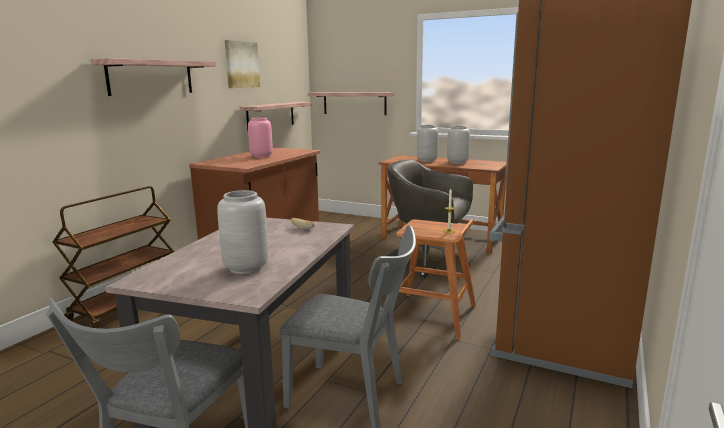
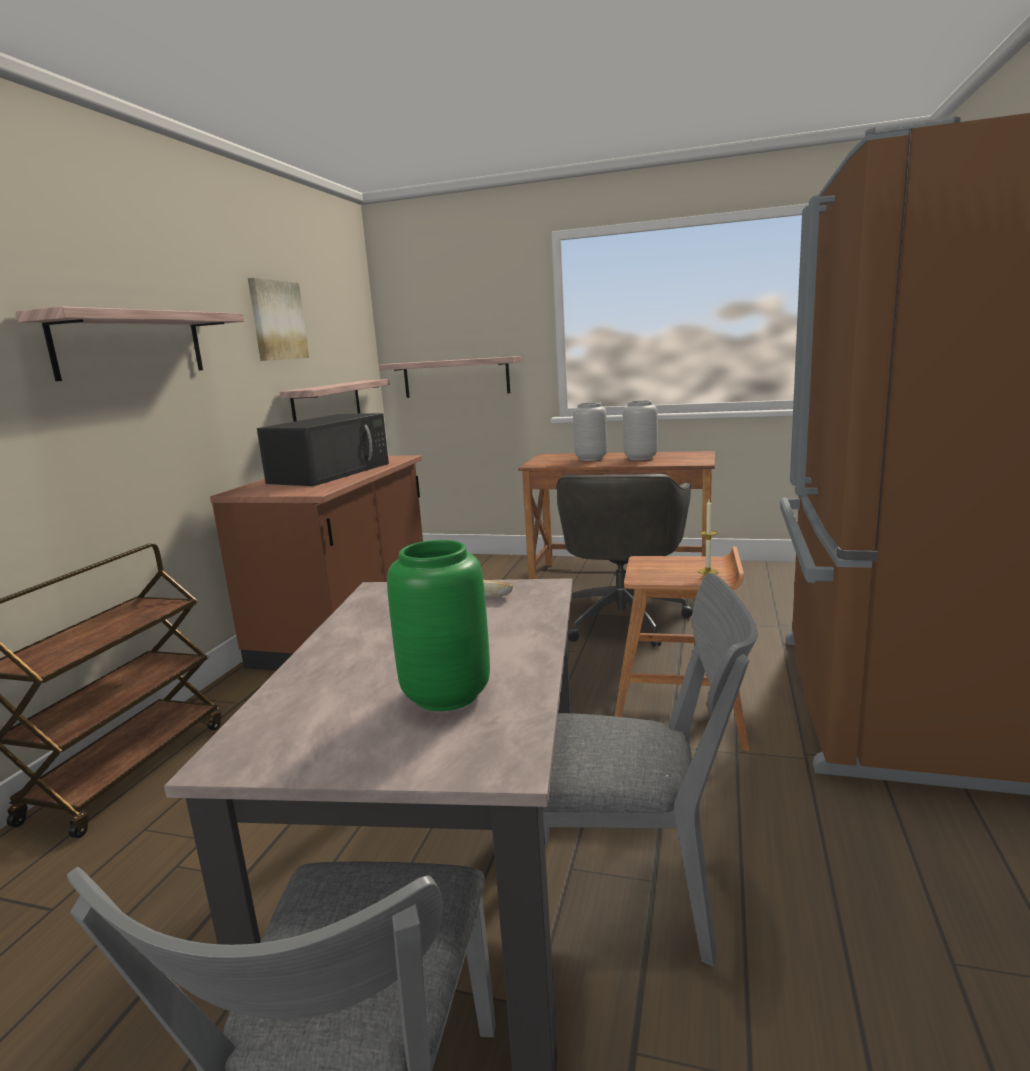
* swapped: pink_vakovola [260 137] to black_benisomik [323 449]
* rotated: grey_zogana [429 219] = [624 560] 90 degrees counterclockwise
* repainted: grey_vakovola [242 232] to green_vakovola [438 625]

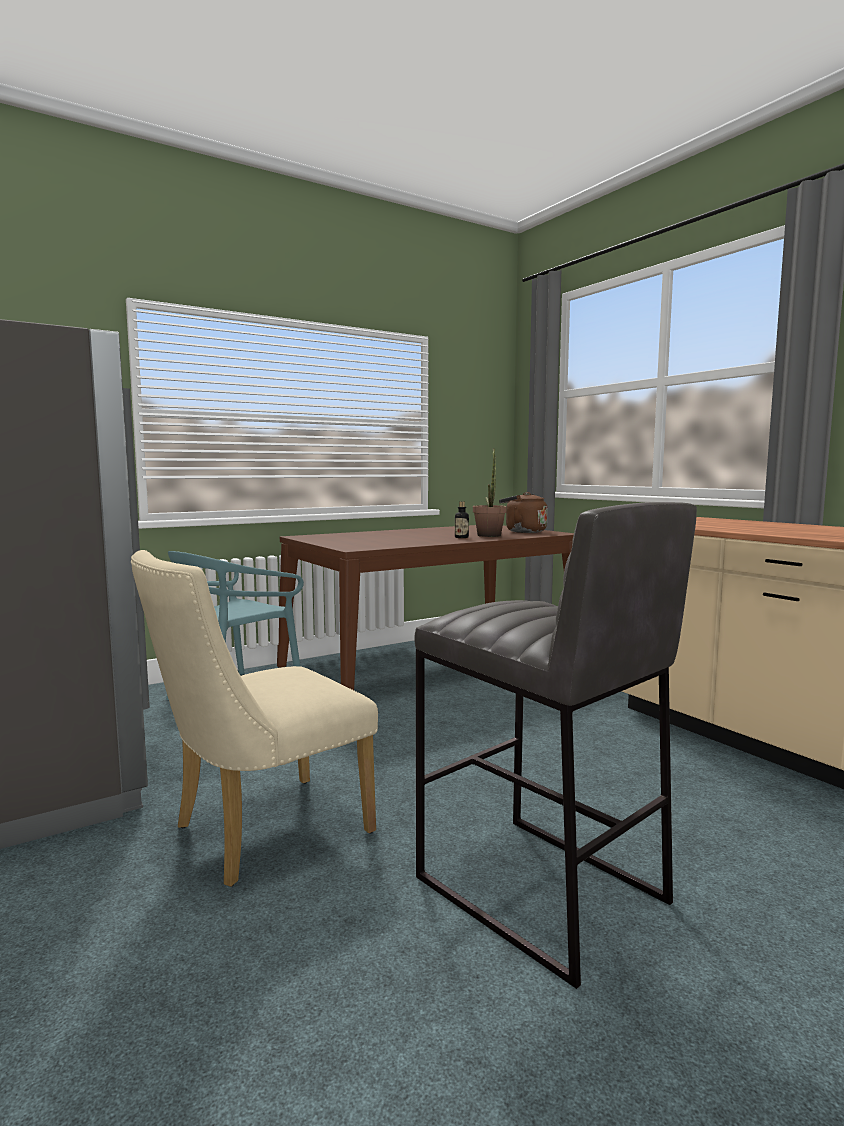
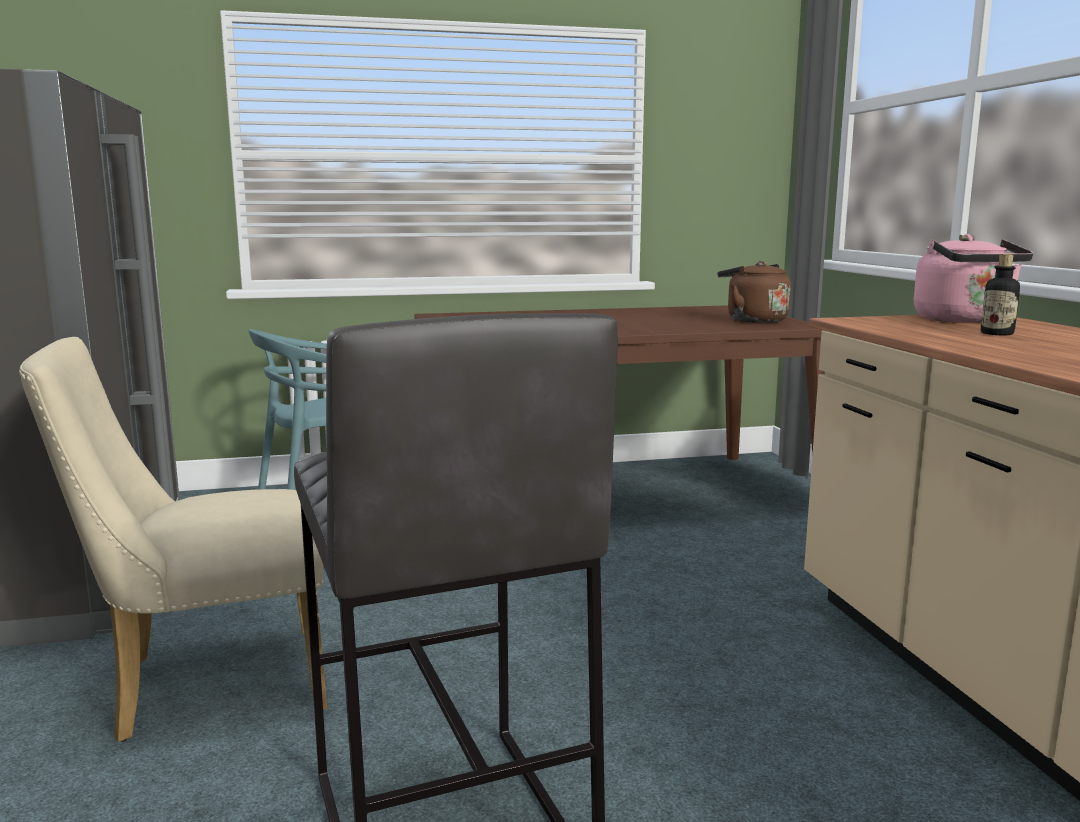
* gone: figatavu [490 492]
* shifted: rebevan [462 519] to [1000 294]
* new: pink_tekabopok [973 278]

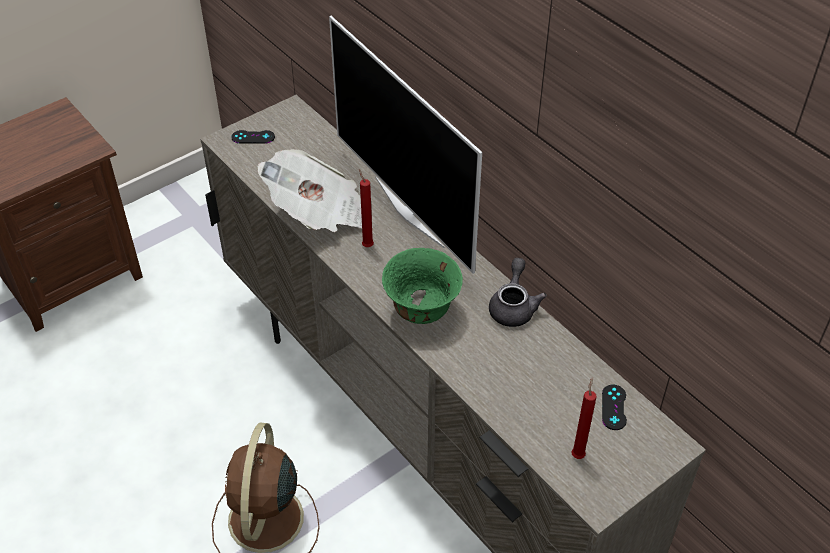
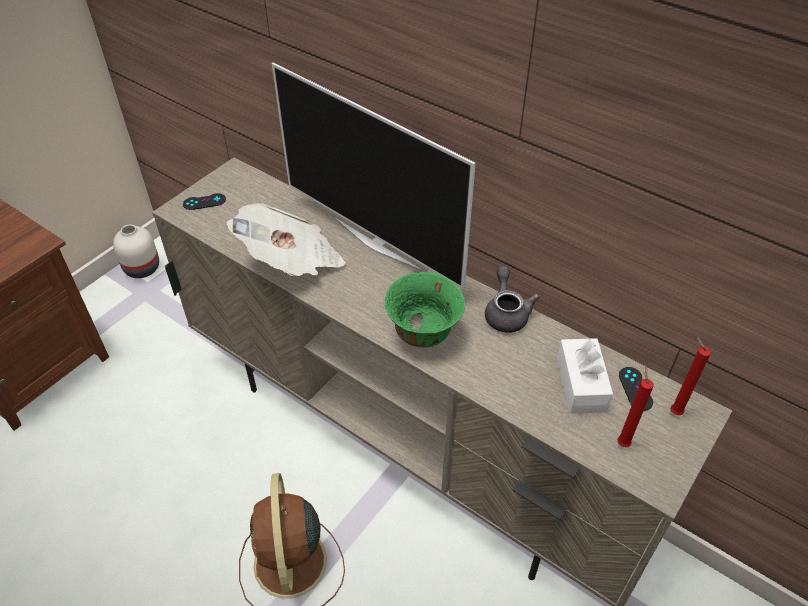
* shifted: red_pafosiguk [366 208] to [690 376]
* new: white_vakovola [136 251]
* new: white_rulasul [585 376]

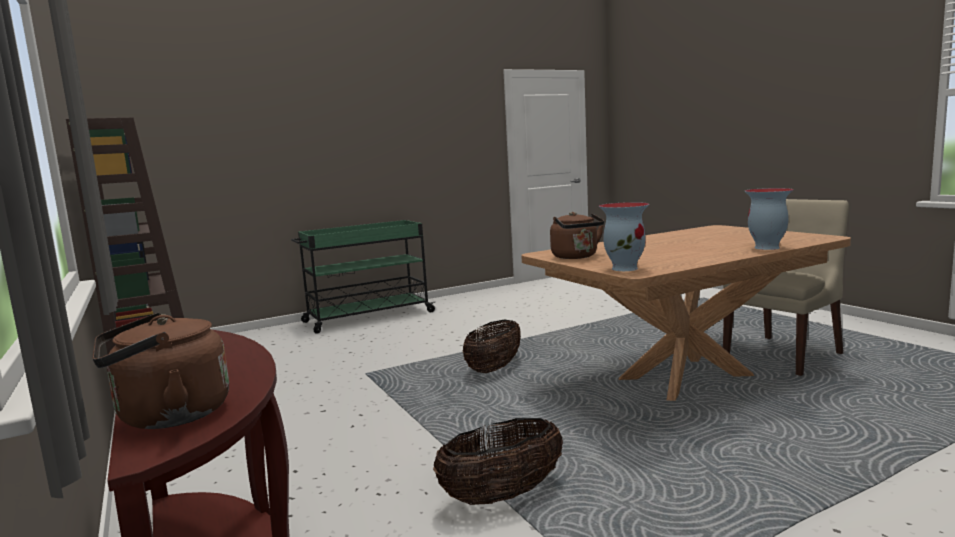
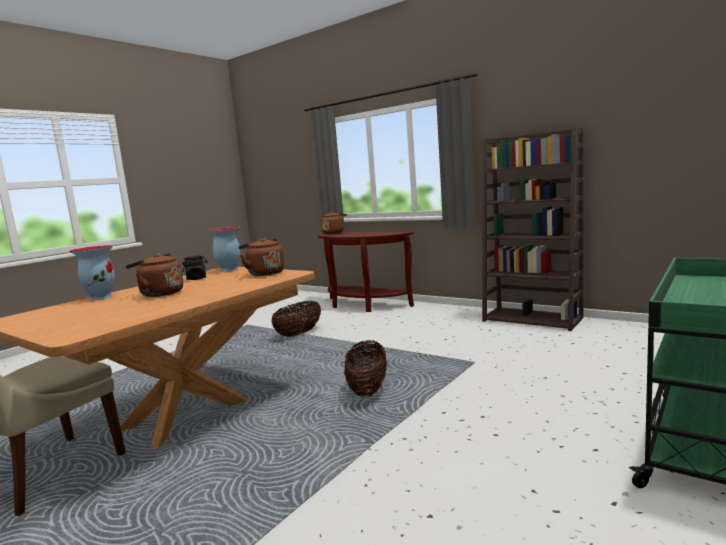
* new: brown_tekabopok [154 275]
* new: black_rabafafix [194 268]

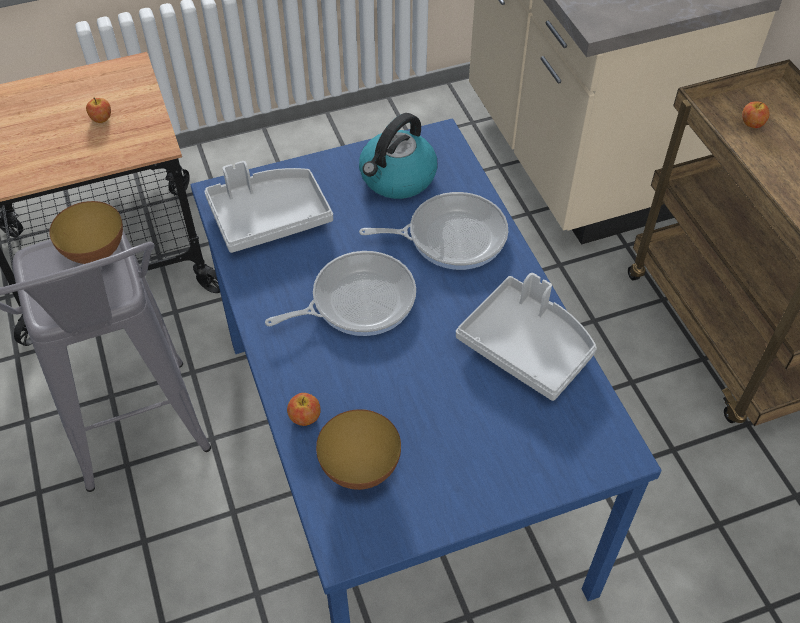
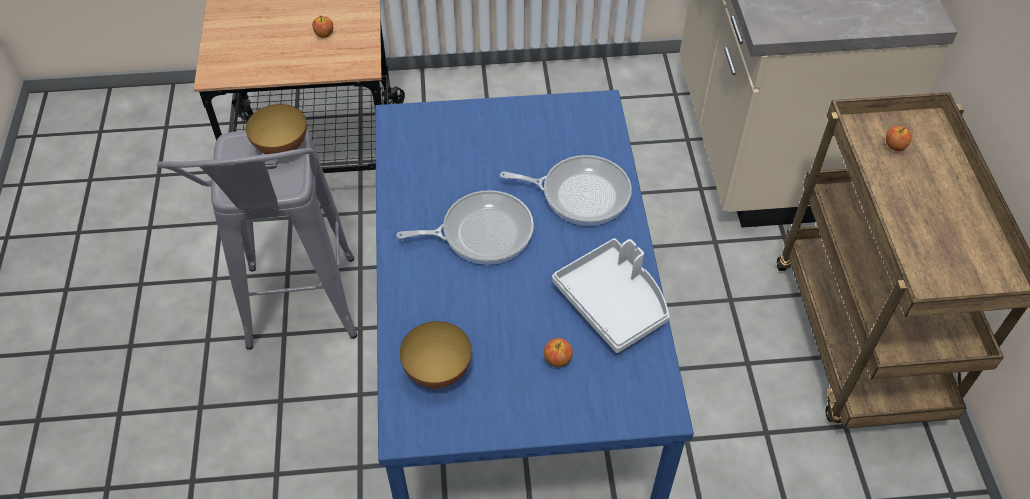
* gone: tekabopok [398 156]
* gone: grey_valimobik [268 207]
* shifted: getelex [304 409] to [558 352]

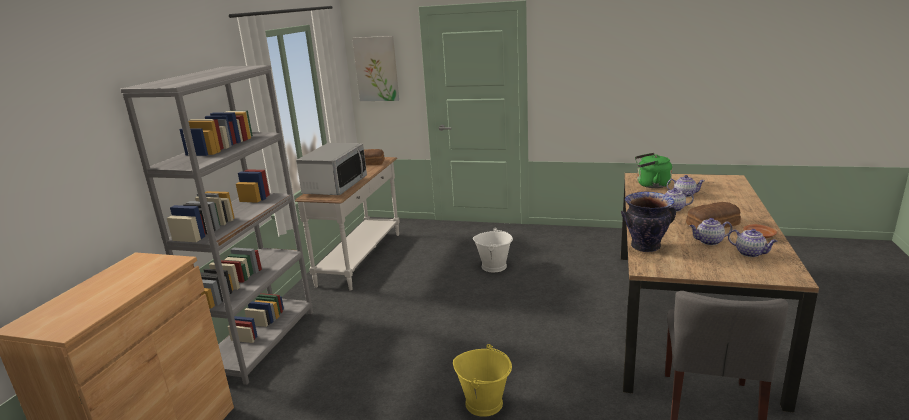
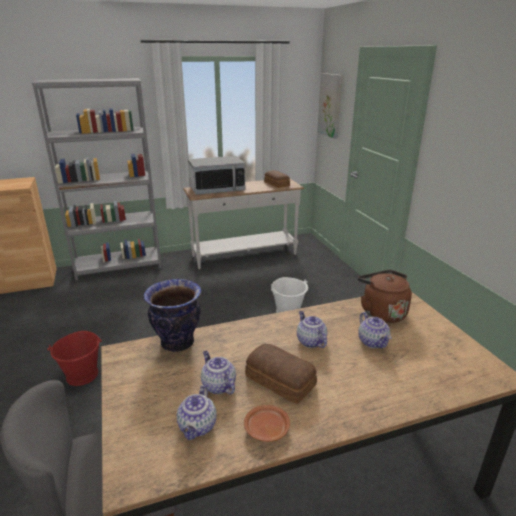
* repainted: green_tekabopok [653 170] to brown_tekabopok [385 296]
* repainted: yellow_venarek [482 380] to red_venarek [74 358]

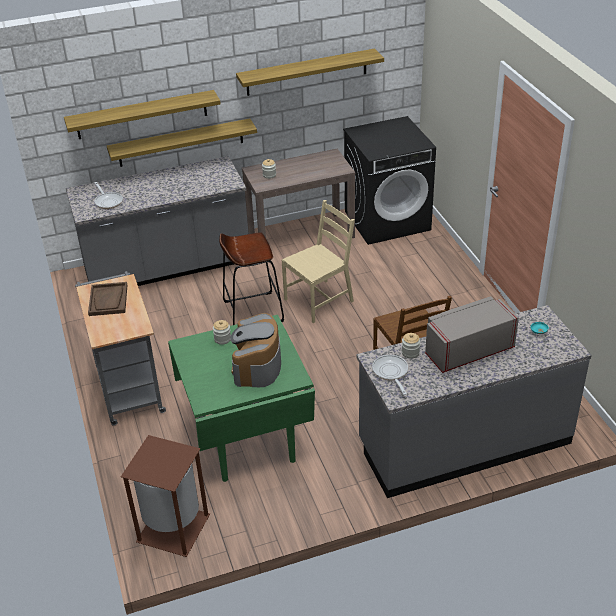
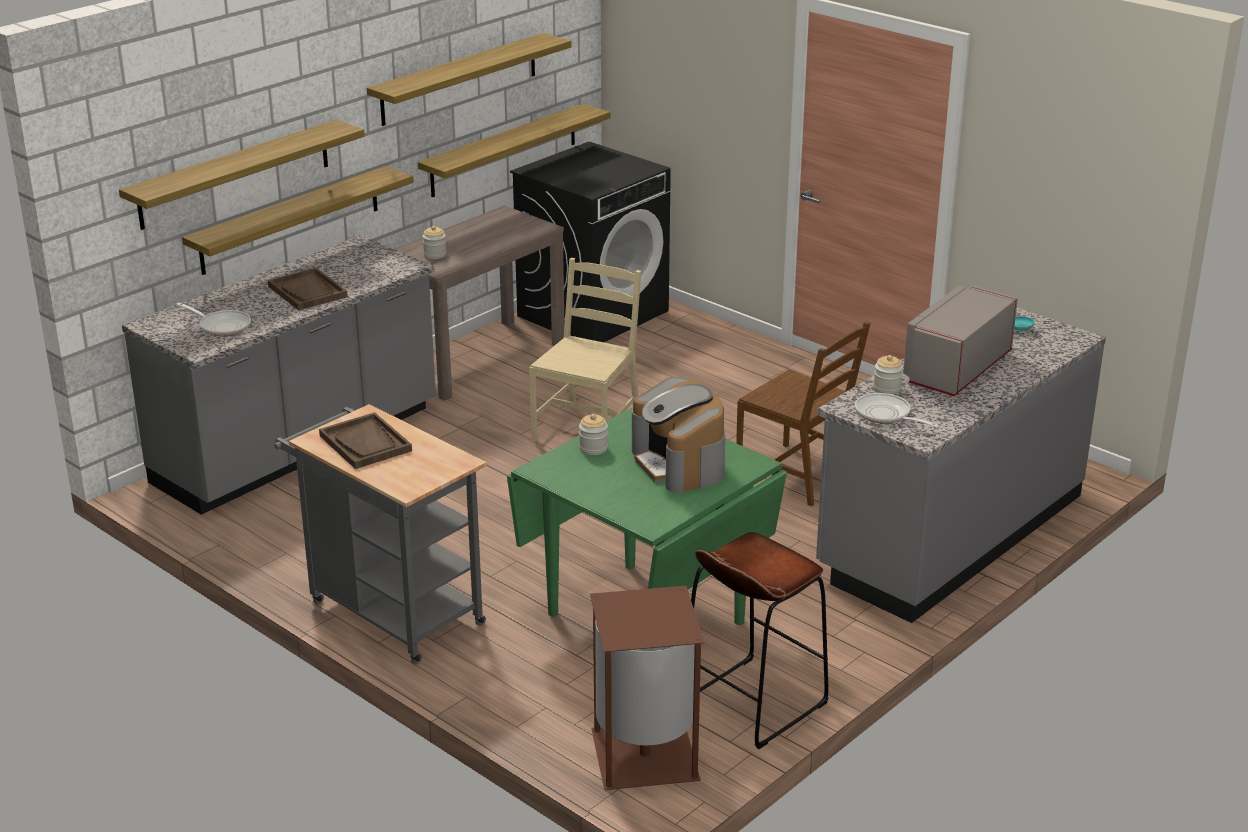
* shifted: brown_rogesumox [251 278] to [760 640]
* new: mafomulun [514 150]
* new: brown_valimobik [308 289]

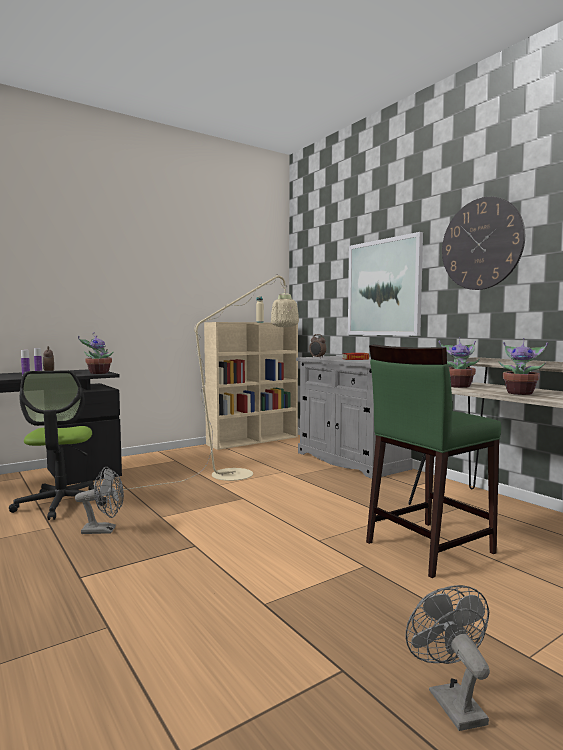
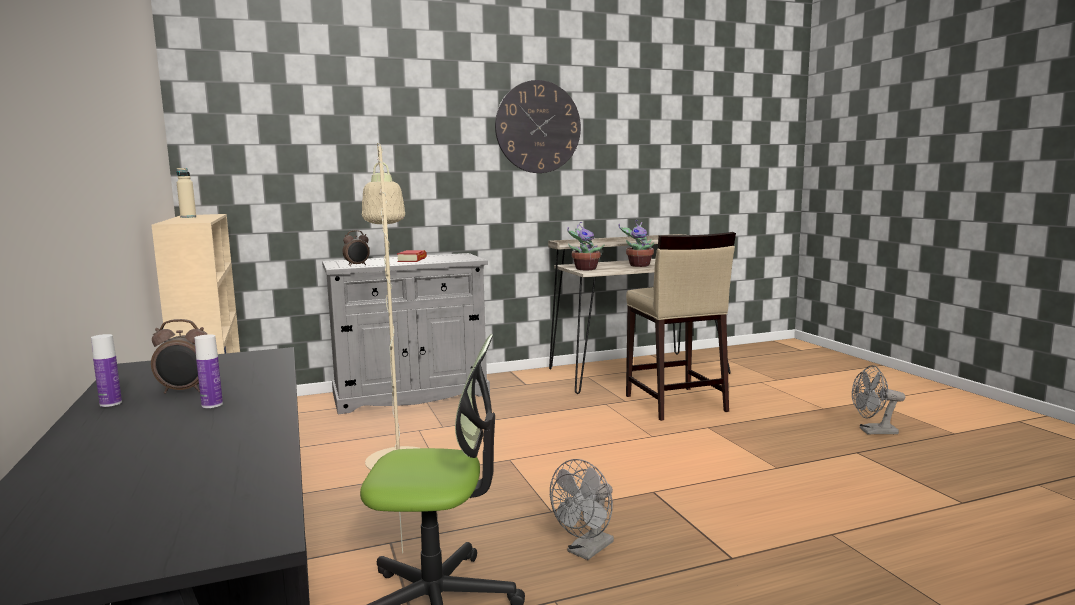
* gone: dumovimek [385 284]
* gone: figatavu [96 353]
* repainted: green_rogesumox [433 461] to beige_rogesumox [681 326]
* rotated: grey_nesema [99 500] = [582 509] 150 degrees counterclockwise

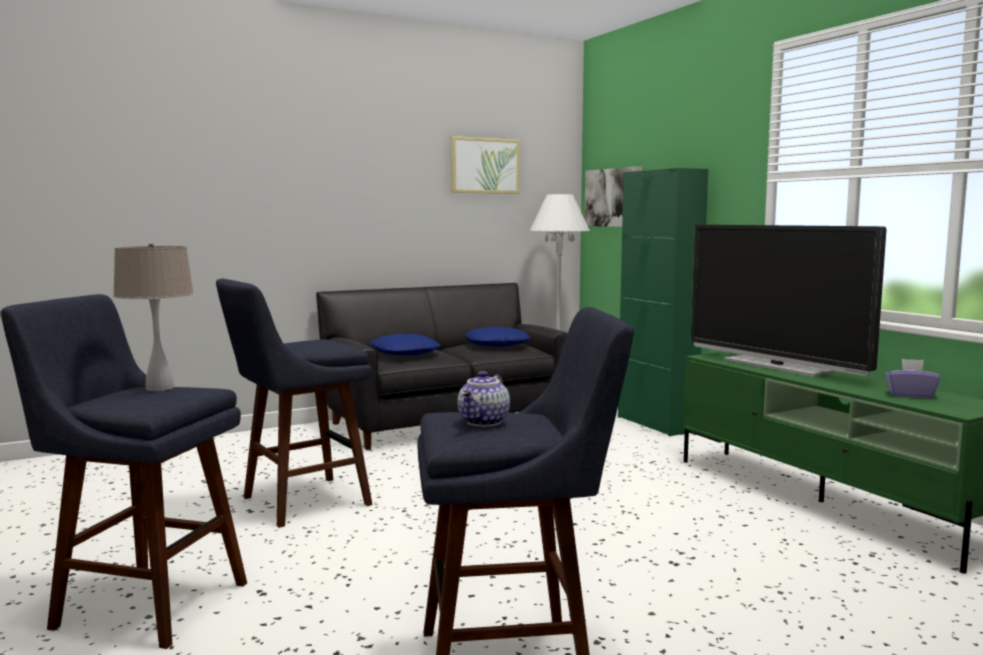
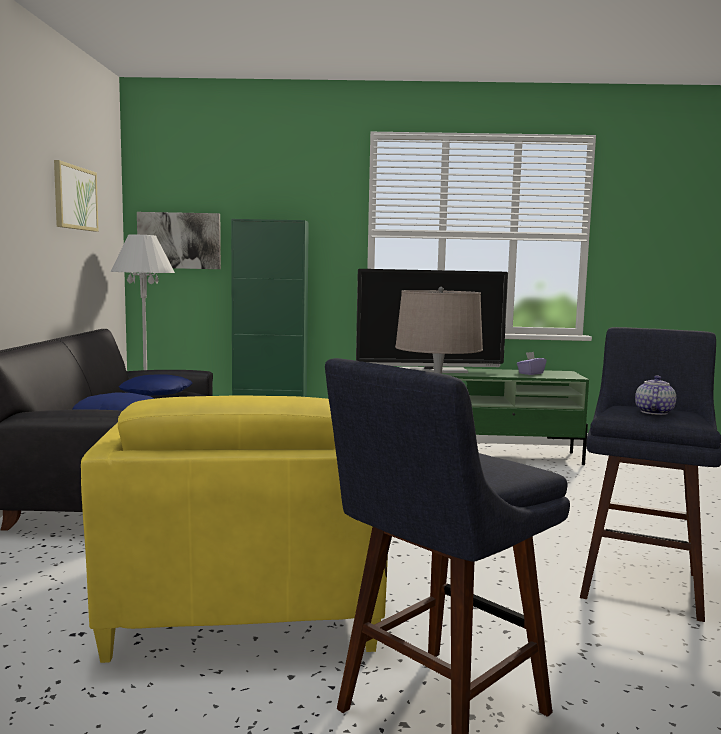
* swapped: blue_rogesumox [294 403] to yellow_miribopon [234 529]
* rotated: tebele [483 399] = [655 395] 120 degrees counterclockwise

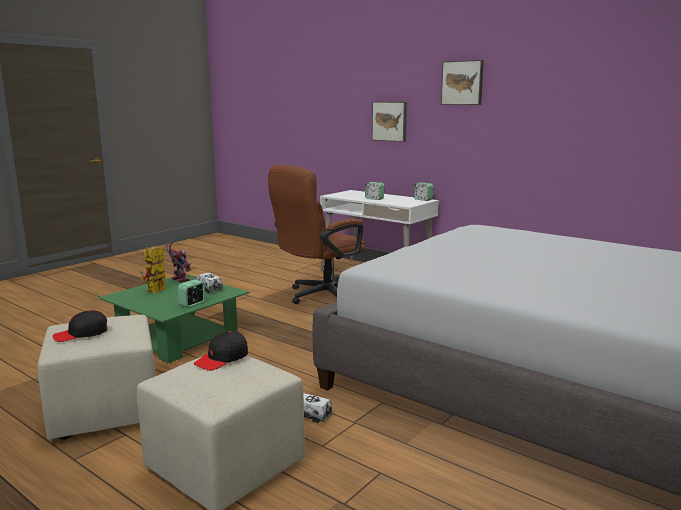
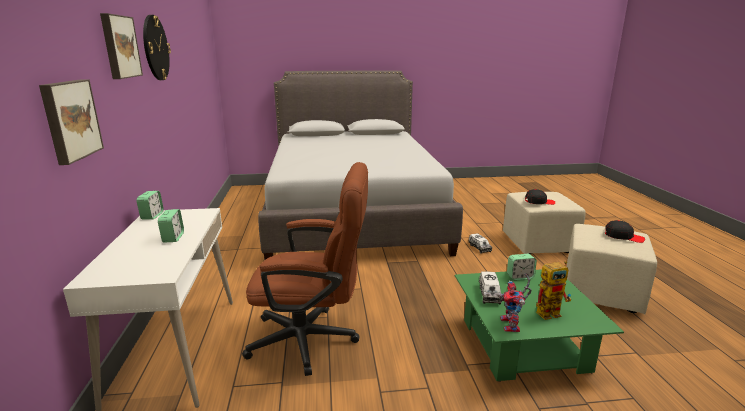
* new: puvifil [157 47]

